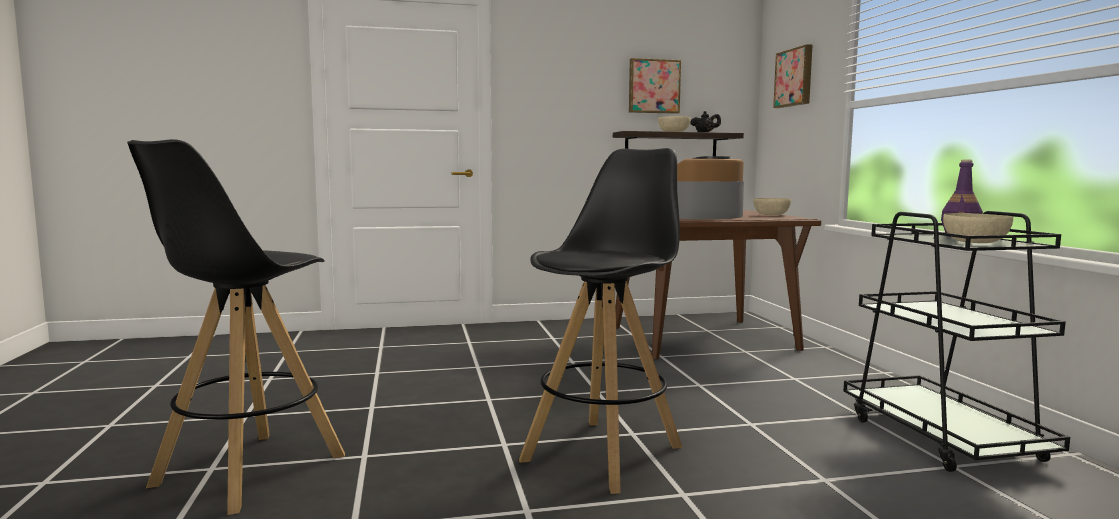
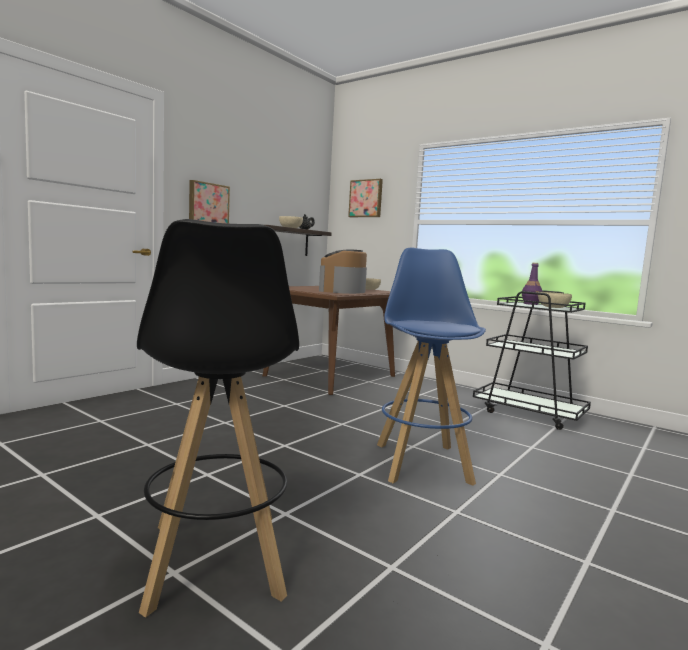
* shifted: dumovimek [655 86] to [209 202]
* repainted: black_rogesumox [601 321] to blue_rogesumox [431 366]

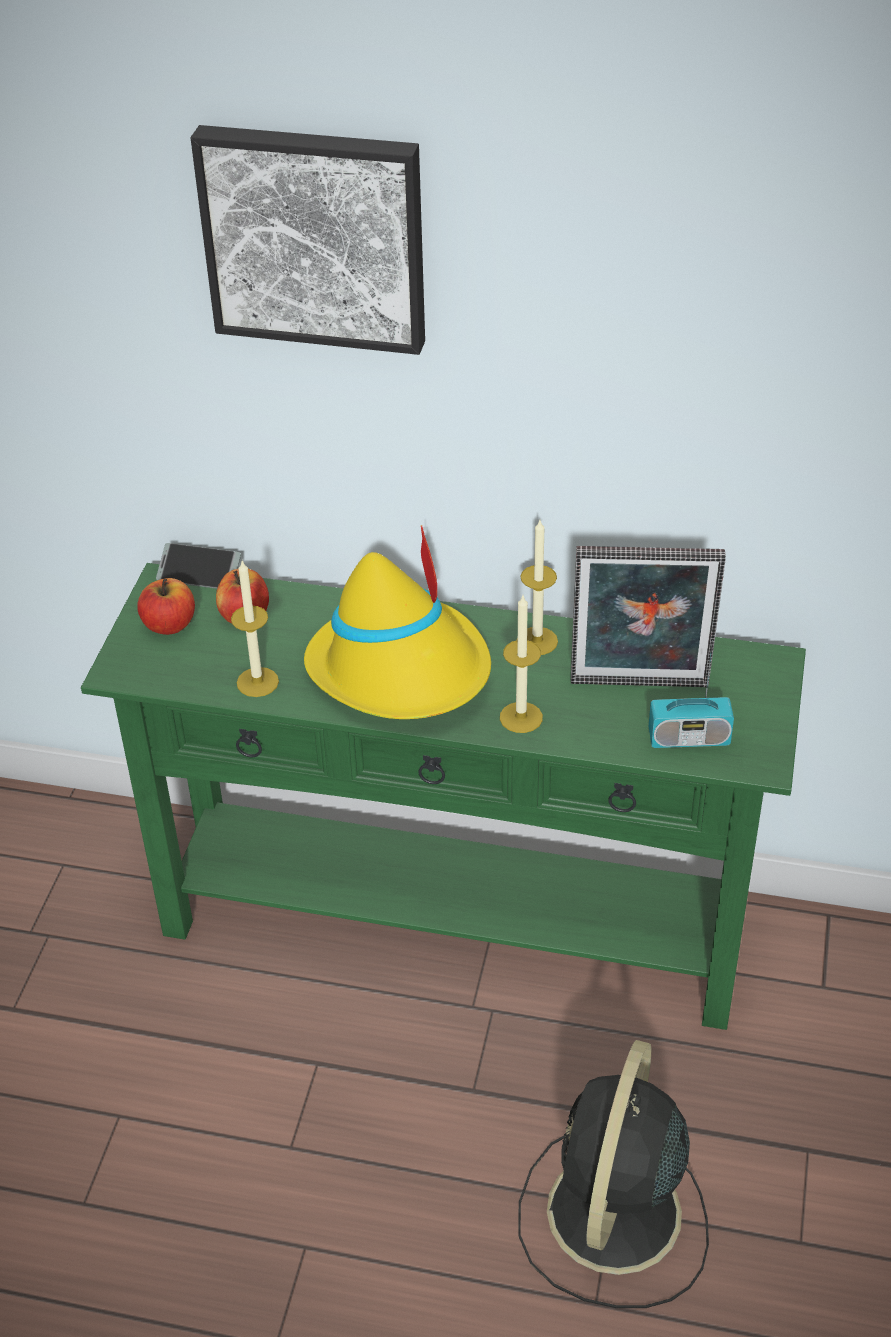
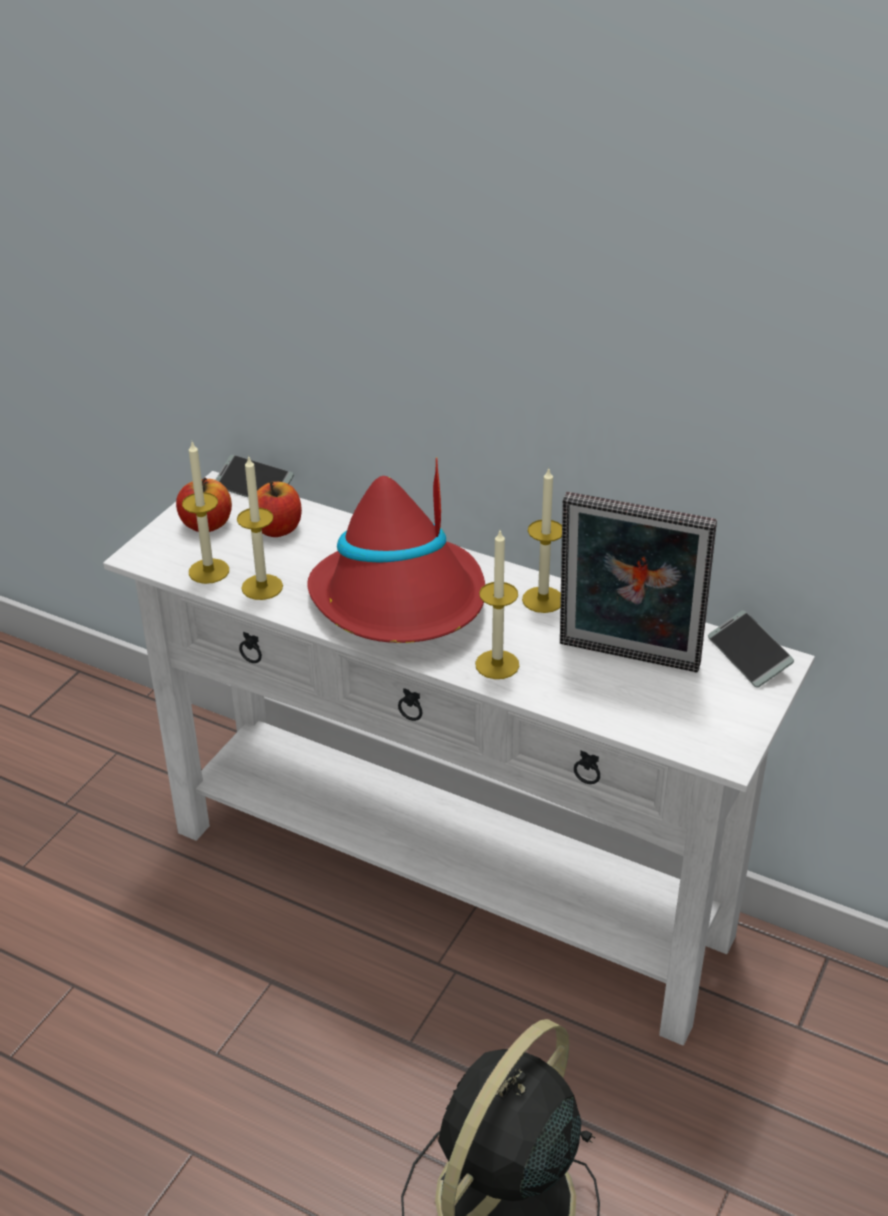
* gone: dumovimek [308 240]
* repainted: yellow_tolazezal [397 622] to red_tolazezal [396 550]
* repainted: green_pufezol [443 796] to white_pufezol [459 758]
* gone: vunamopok [691 694]
* new: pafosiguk [205 513]
* new: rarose [751 649]

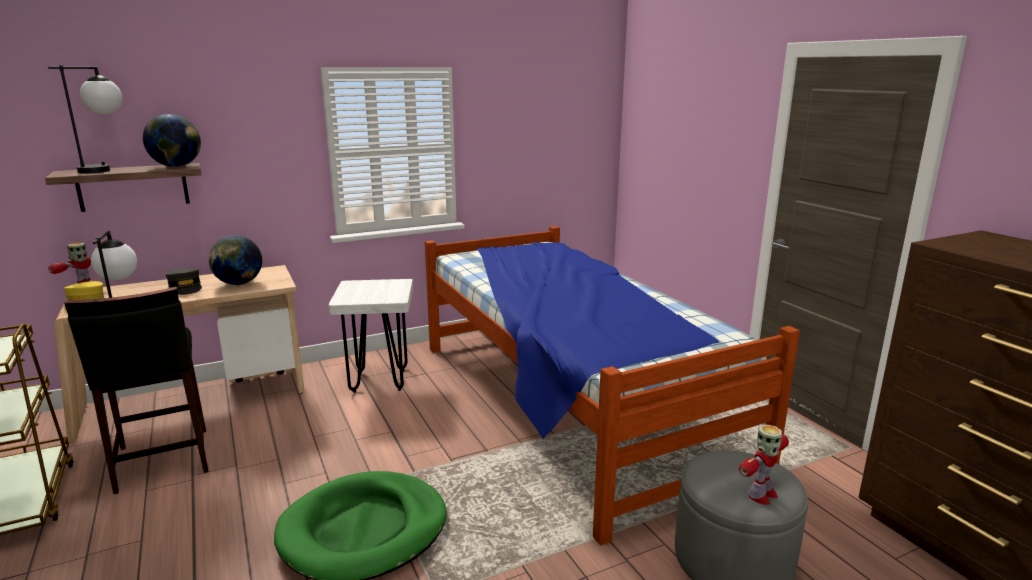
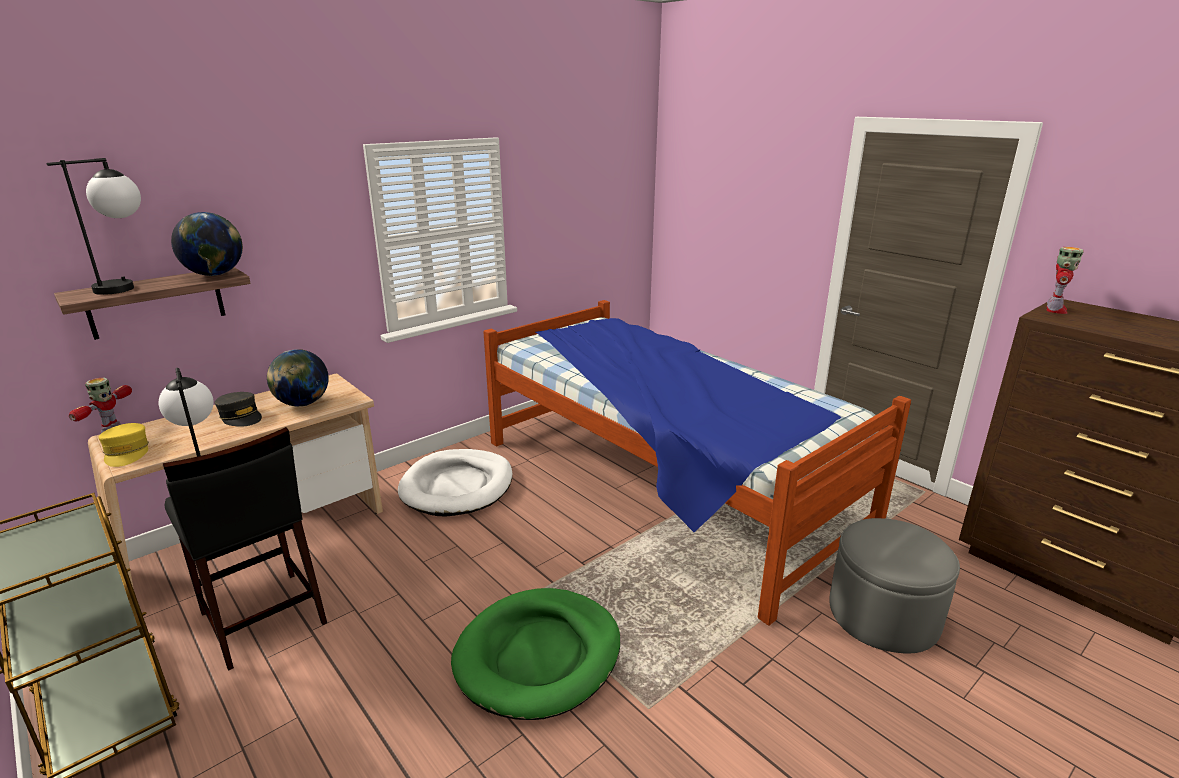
* swapped: white_rogesumox [370 336] to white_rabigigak [455 482]
* shifted: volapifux [764 464] to [1065 280]

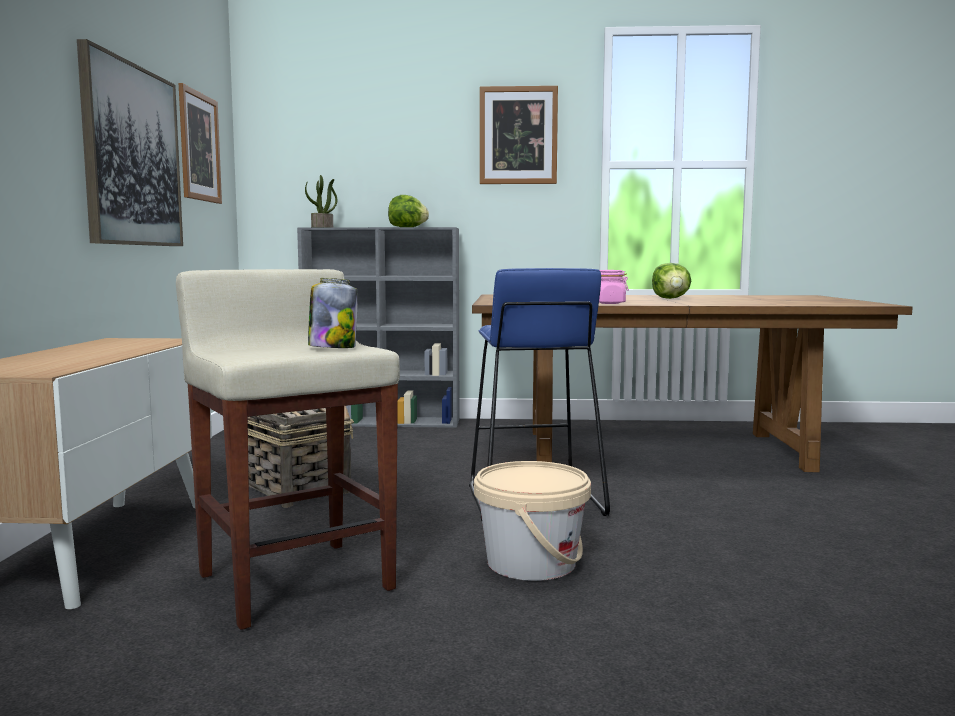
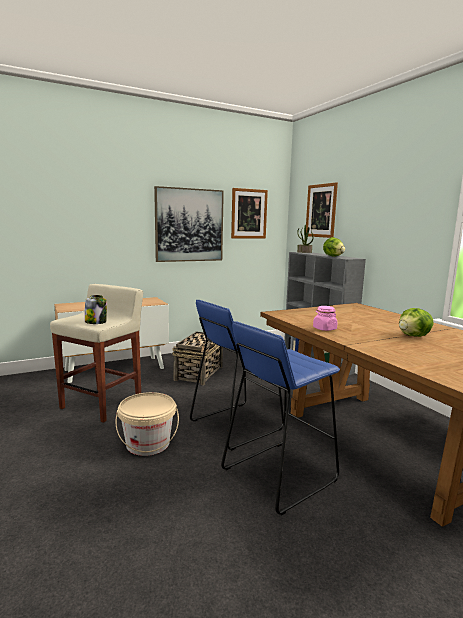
* shifted: dumovimek [519 135] to [322 210]
* new: blue_rogesumox [280 418]

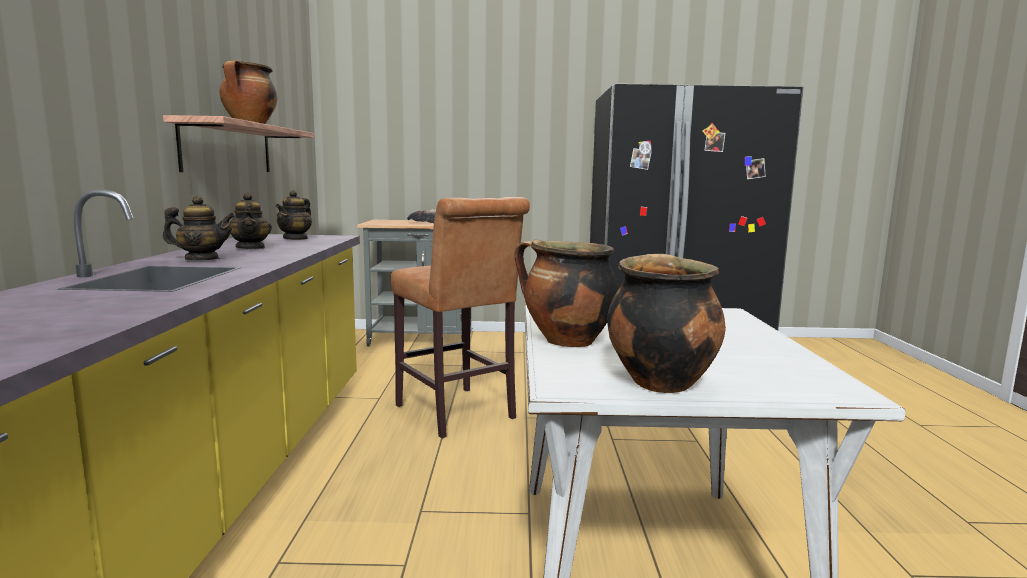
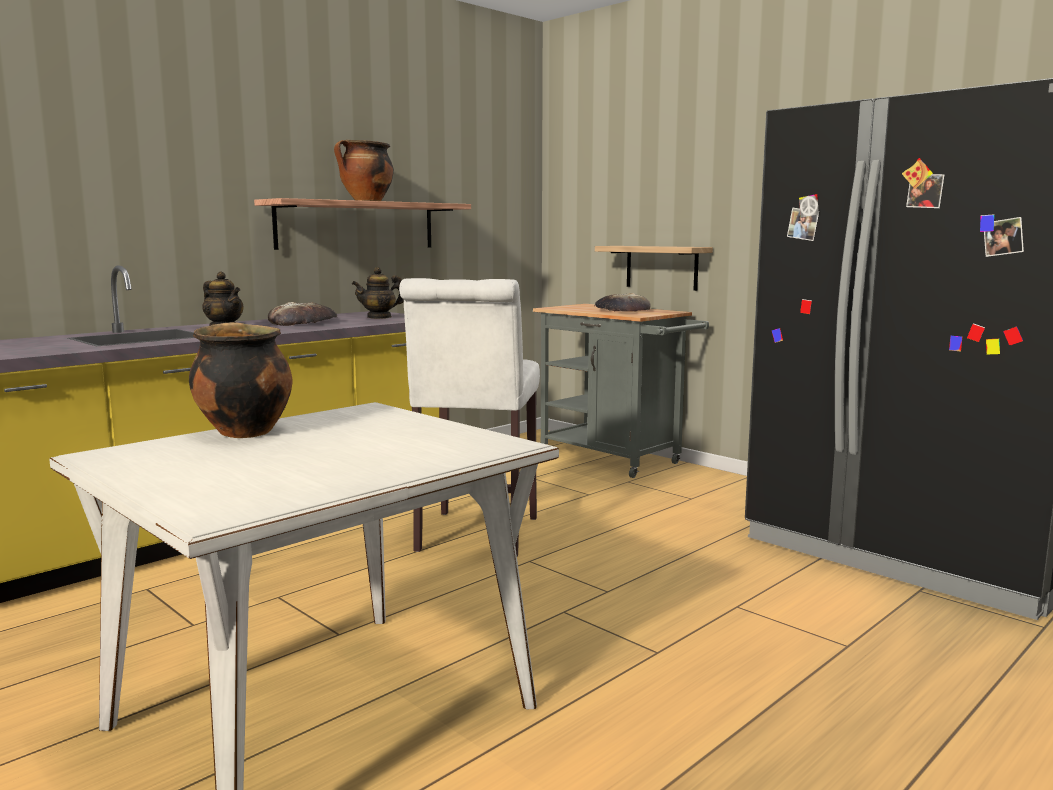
* swapped: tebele [250 221] to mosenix [302 314]
* repainted: brown_rogesumox [460 317] to white_rogesumox [469 417]
* gone: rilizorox [666 323]
* new: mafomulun [654 268]

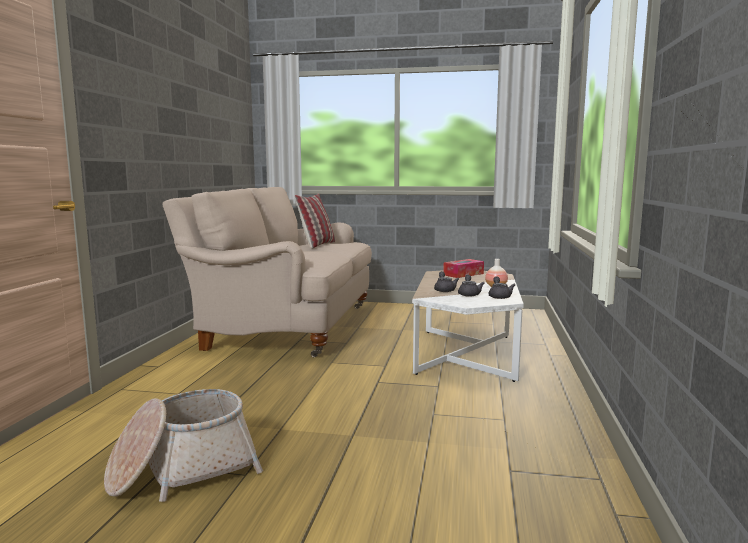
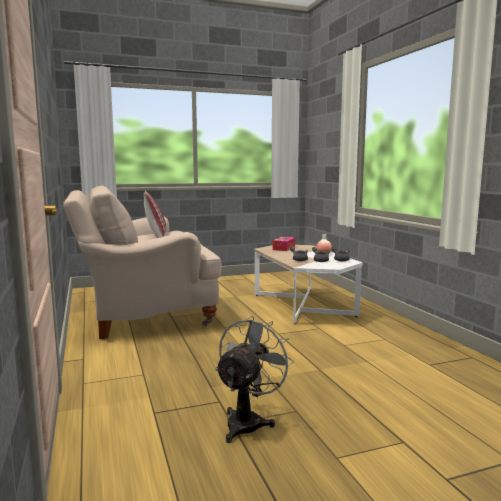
* swapped: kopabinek [183 445] to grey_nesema [254 379]

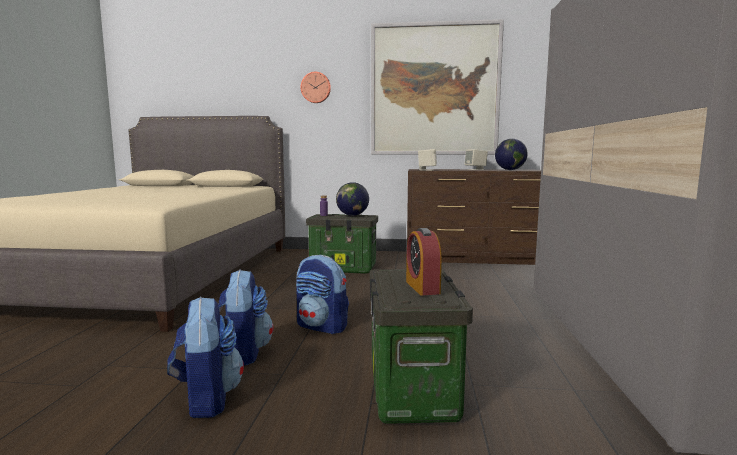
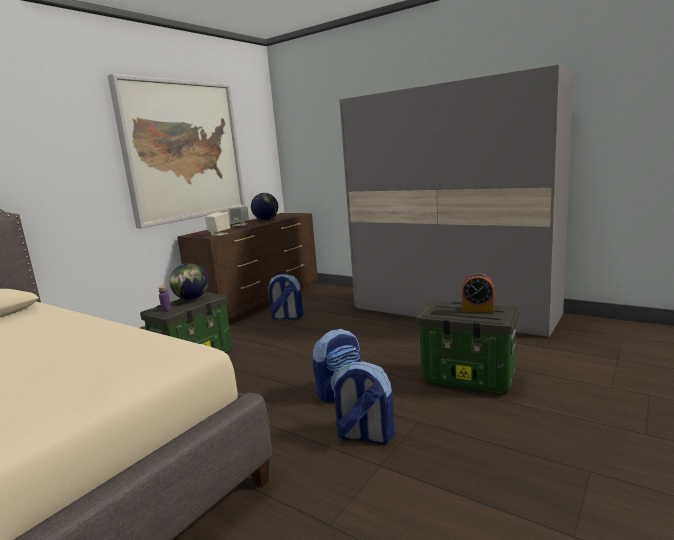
* gone: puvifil [316 87]
* shifted: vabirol [205 357] to [285 296]

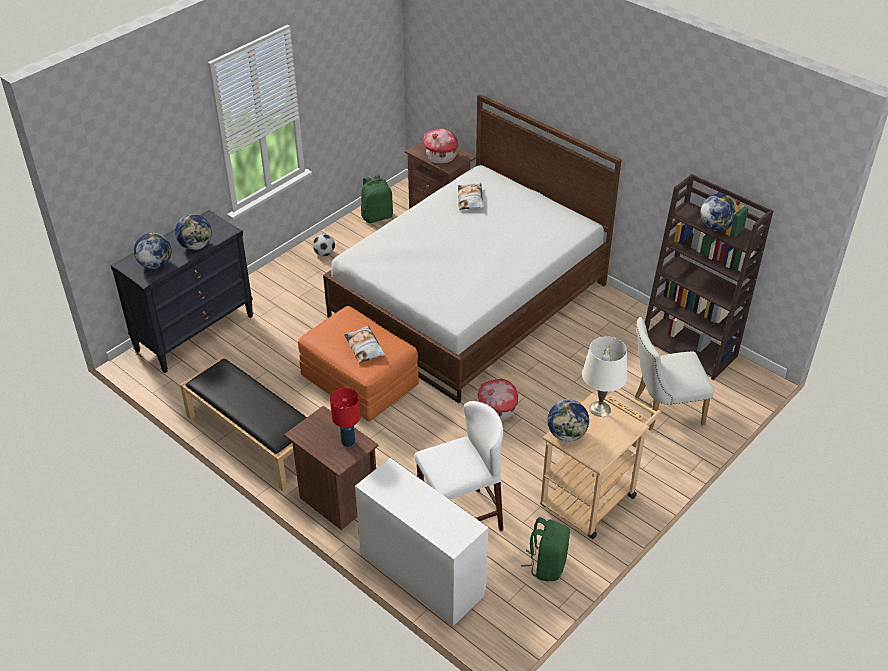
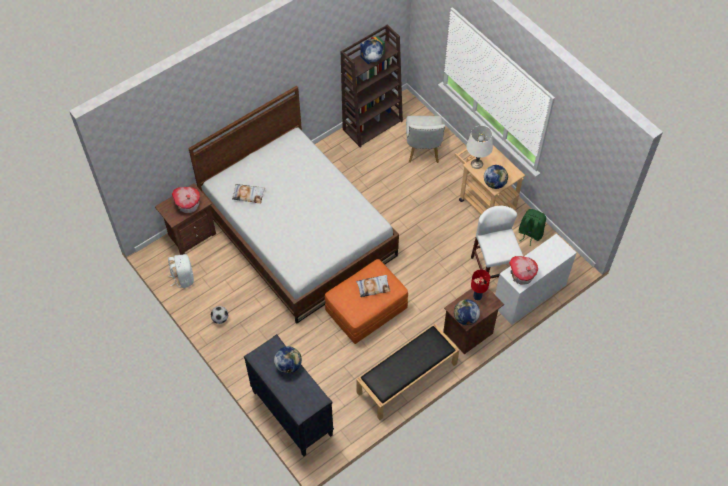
* repainted: green_vabirol [377 198] to white_vabirol [181 271]
* shifted: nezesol [152 251] to [467 312]
* shifted: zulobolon [498 400] to [523 270]

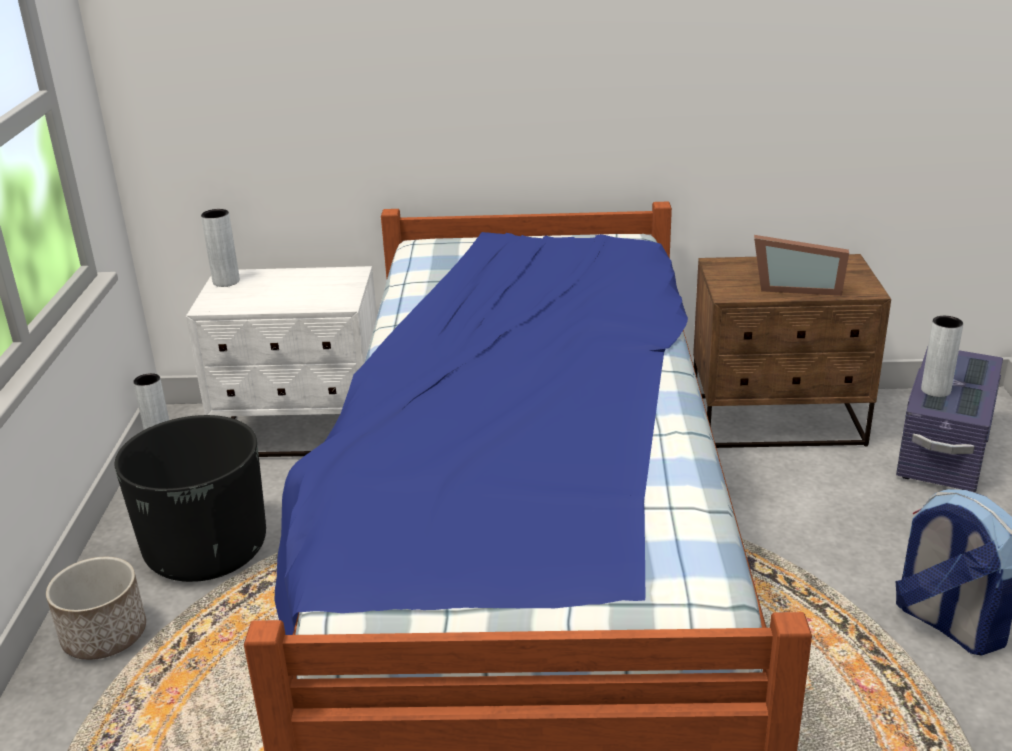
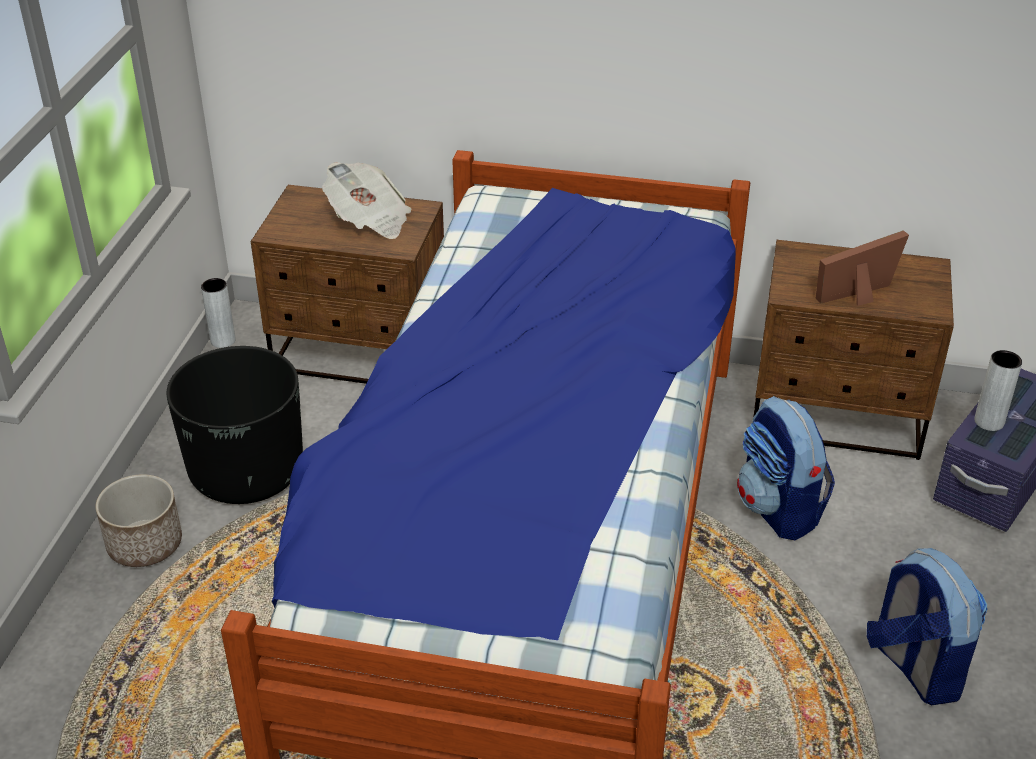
* gone: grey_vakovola [220 248]
* rotated: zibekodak [801 265] = [862 268] 135 degrees clockwise
* repainted: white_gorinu [281 361] to brown_gorinu [347 284]
* new: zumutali [367 200]
* new: vabirol [786 468]

